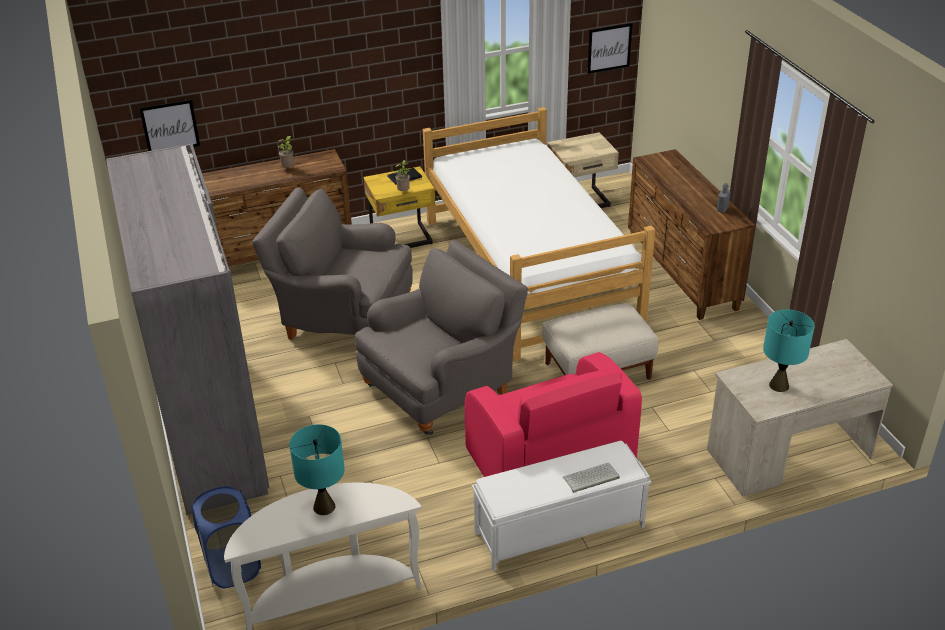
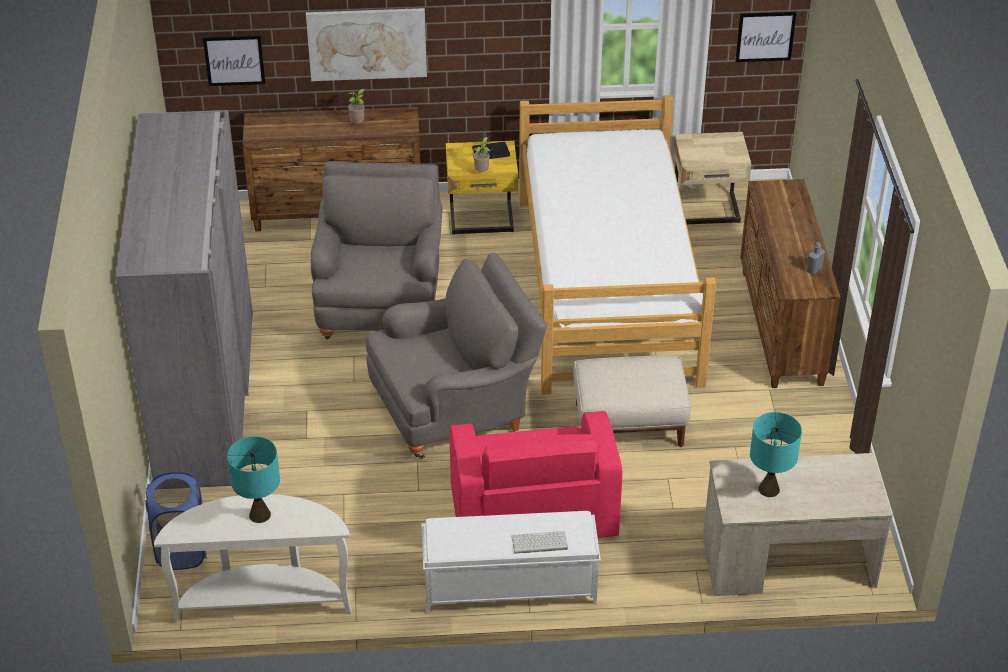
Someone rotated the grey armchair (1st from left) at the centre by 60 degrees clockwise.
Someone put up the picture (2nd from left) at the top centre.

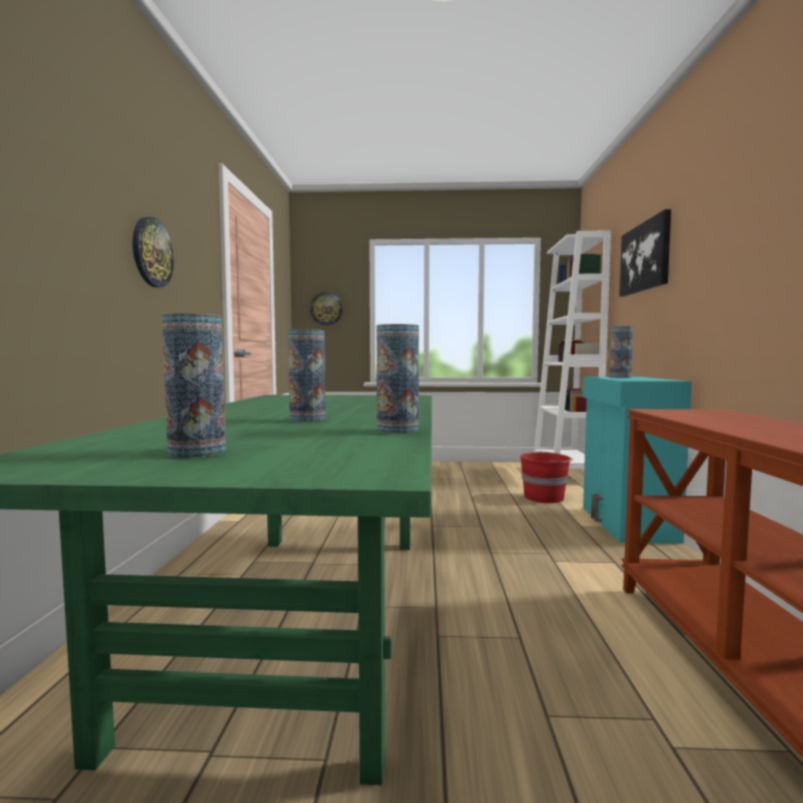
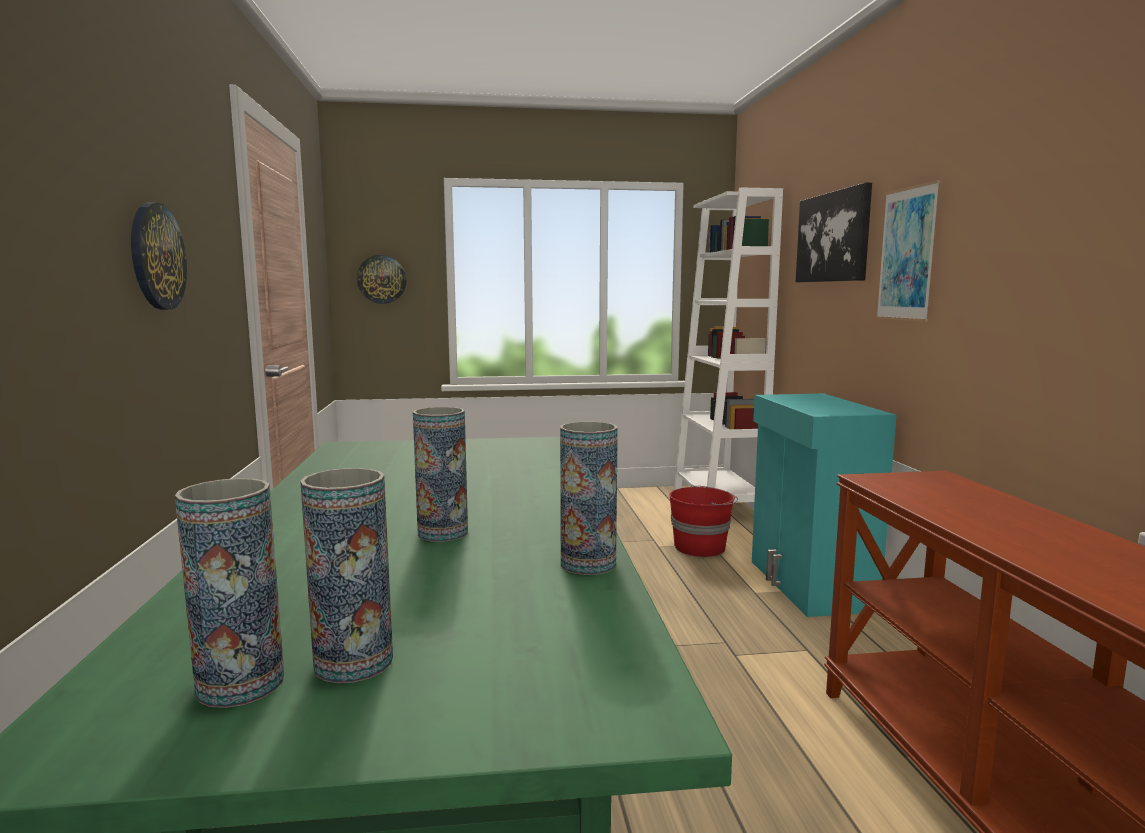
Someone carried the vase (4th from left in the first image) from the middle right to the bottom left.
Someone put up the picture (2nd from left) at the top right.

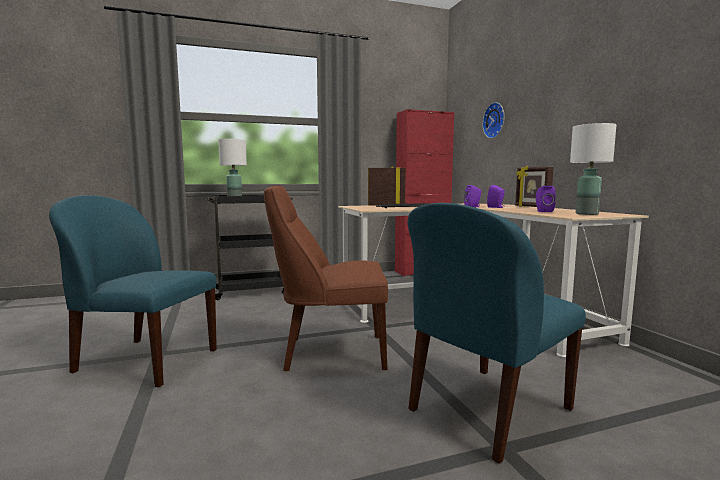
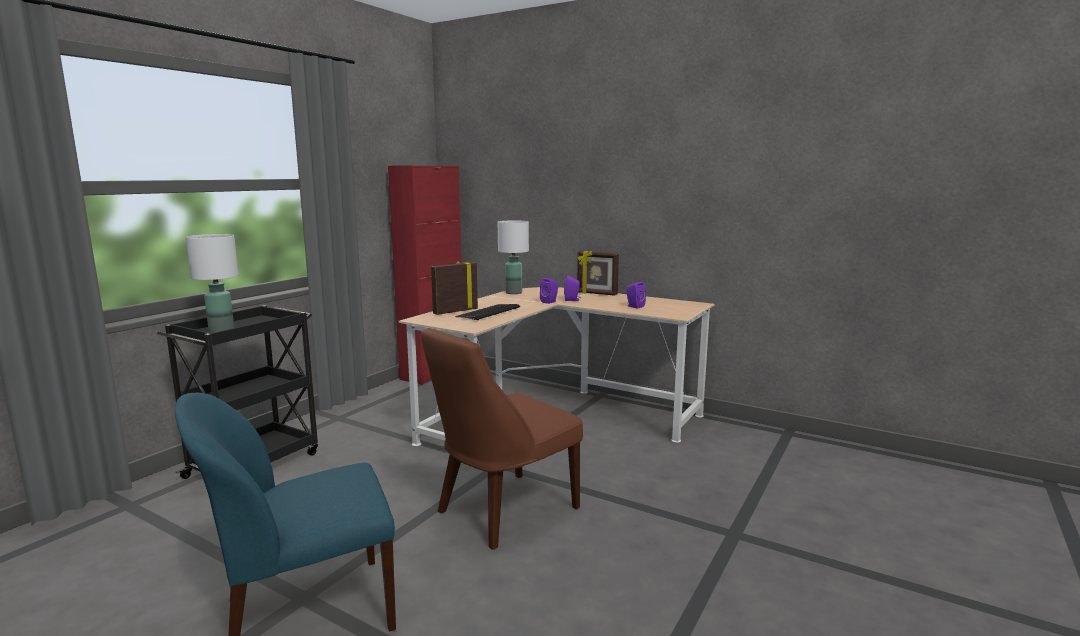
Someone took away the blue chair (2nd from left) at the bottom right.
Someone took away the wall clock at the top right.
Someone carried the white table lamp (2nd from left) from the middle right to the centre.

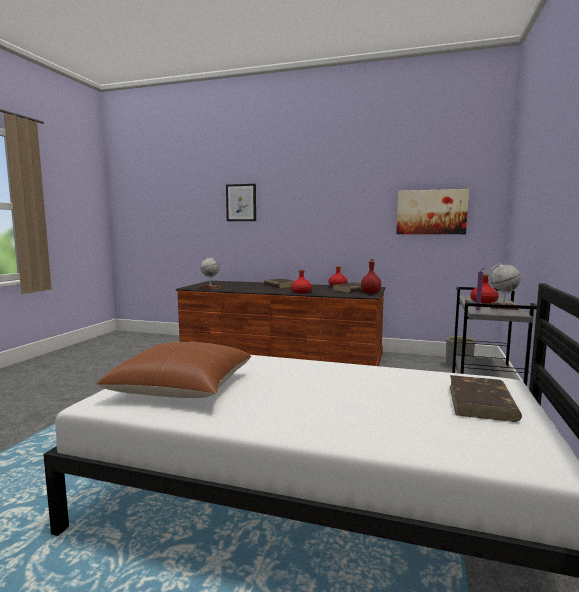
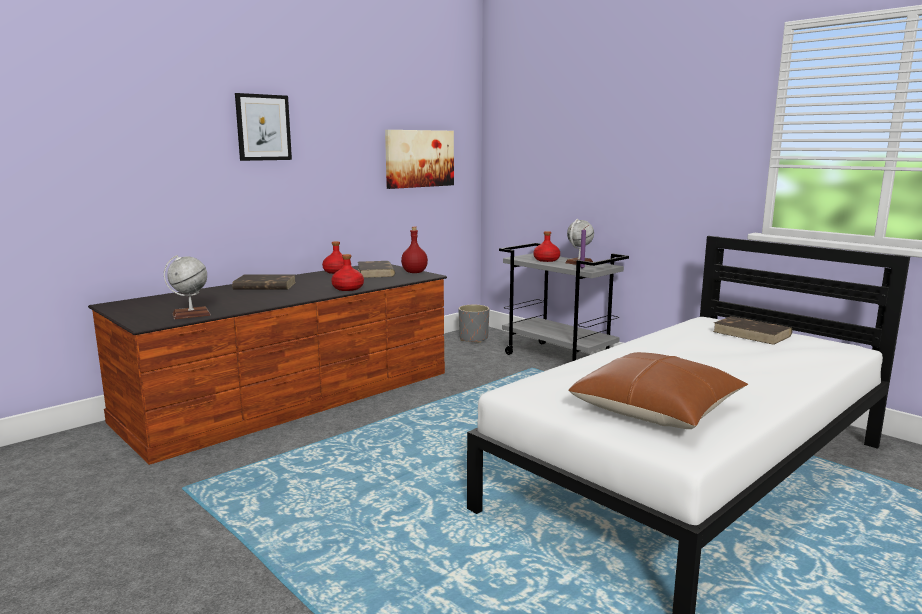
Someone carried the picture (1st from left) from the centre to the top left.

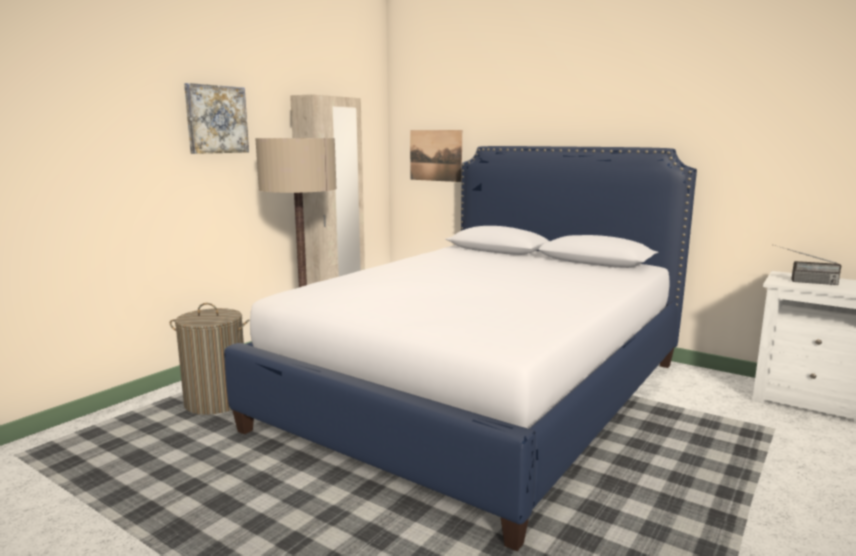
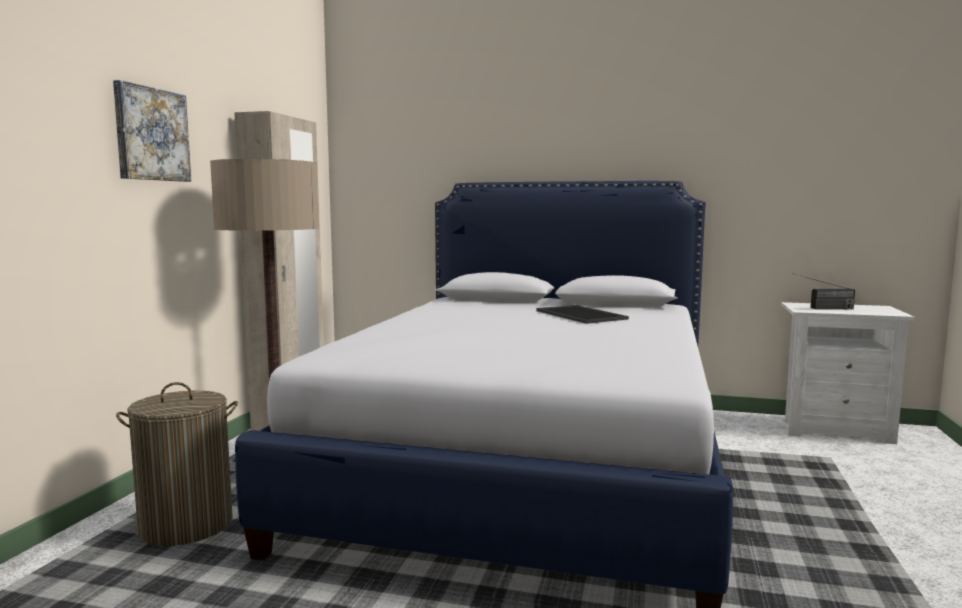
Someone took away the picture (2nd from left) at the top centre.
Someone put down the tray at the centre.

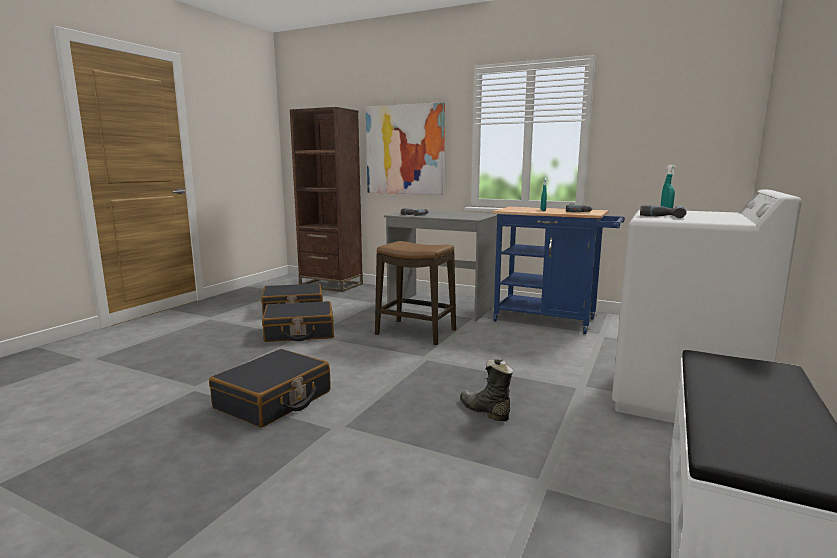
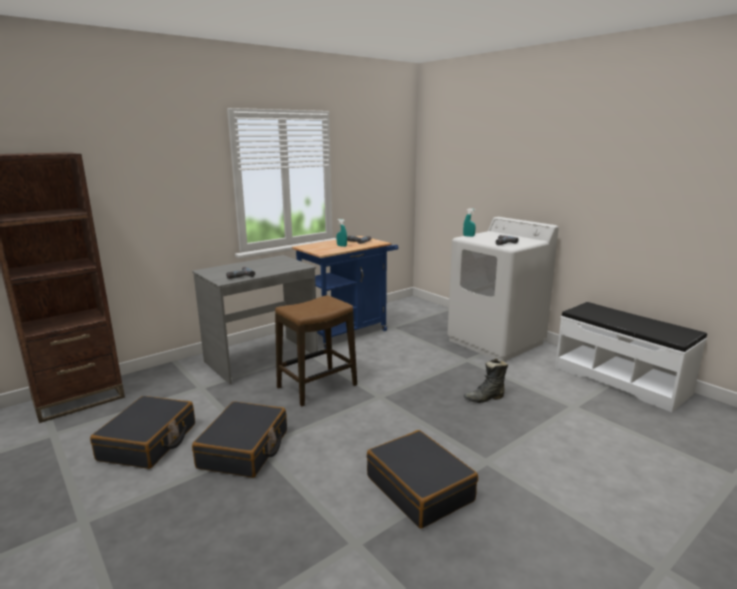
Someone took away the picture at the top centre.

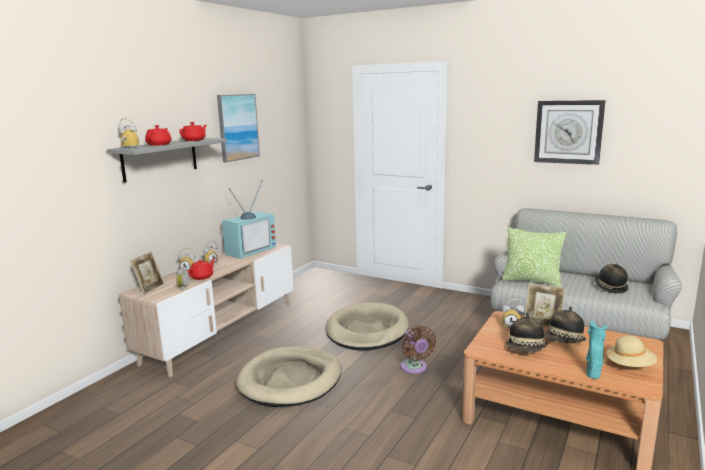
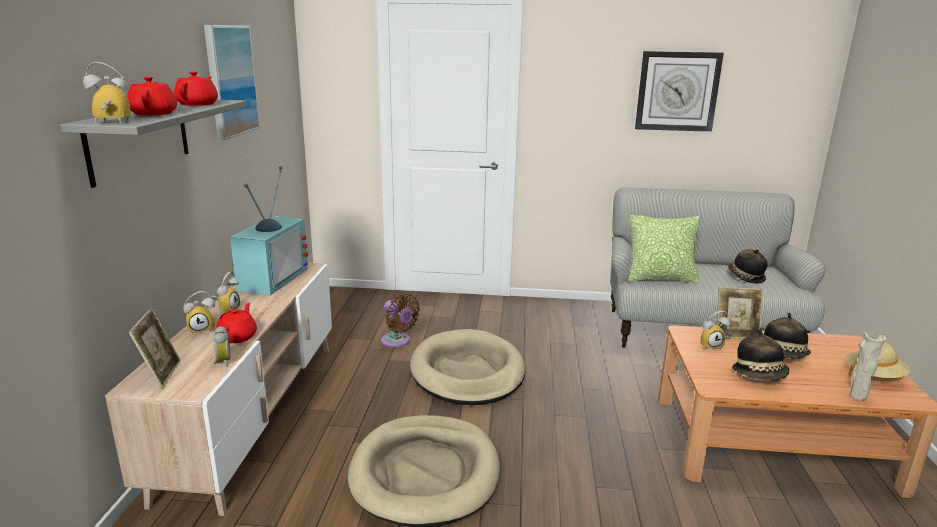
Someone carried the brown fan from the bottom centre to the centre.
Someone repainted the turquoise vase at the bottom right, which became the beige vase at the bottom right.

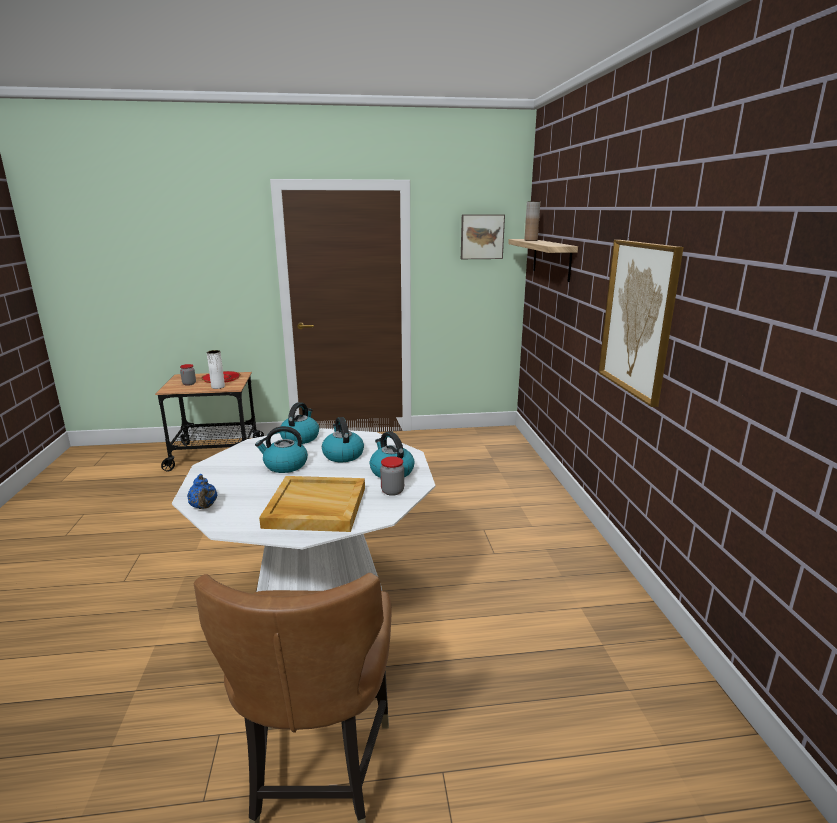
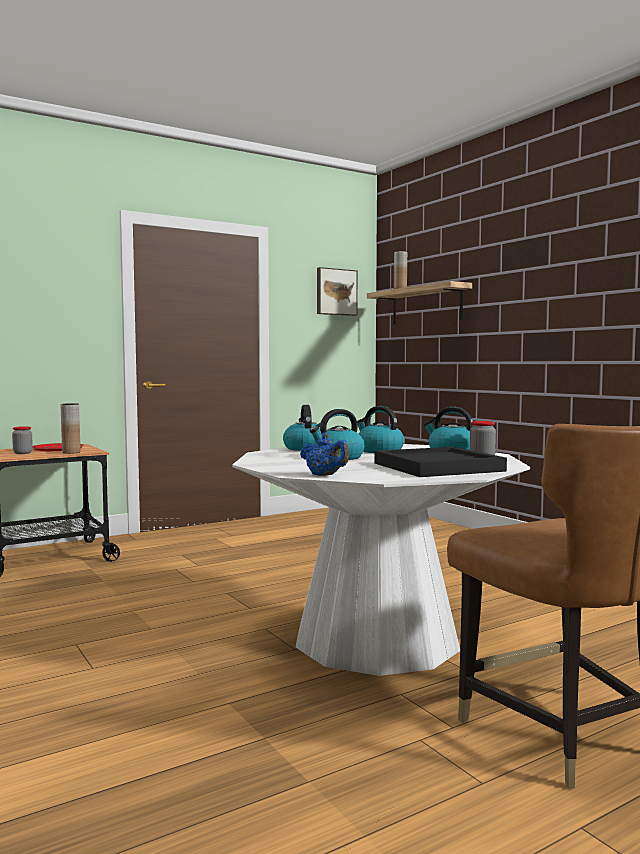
Someone repainted the white vase at the middle left, which became the brown vase (1st from left) at the middle left.
Someone repainted the beige tray at the centre, which became the black tray at the middle right.
Someone took away the picture (2nd from left) at the middle right.

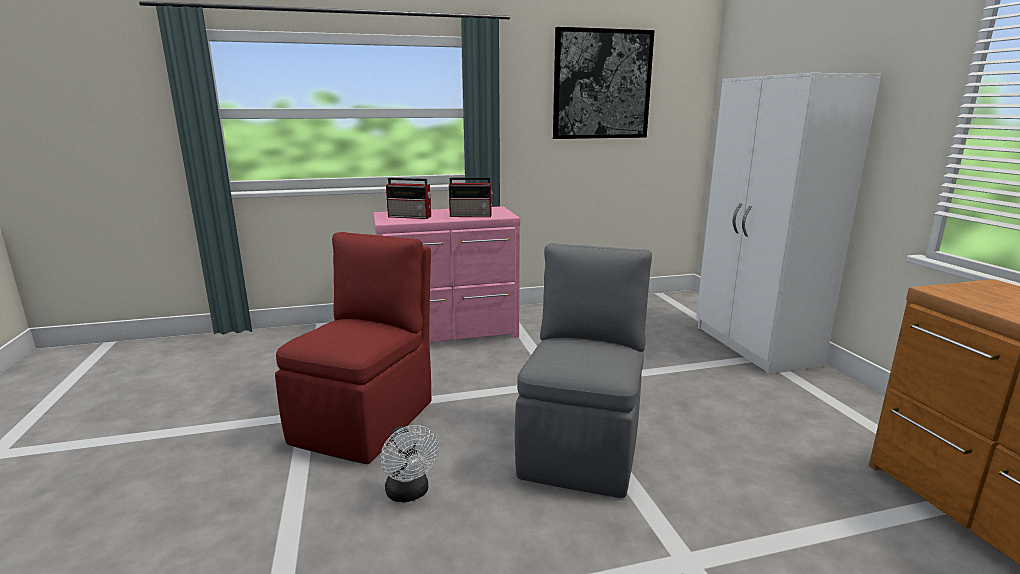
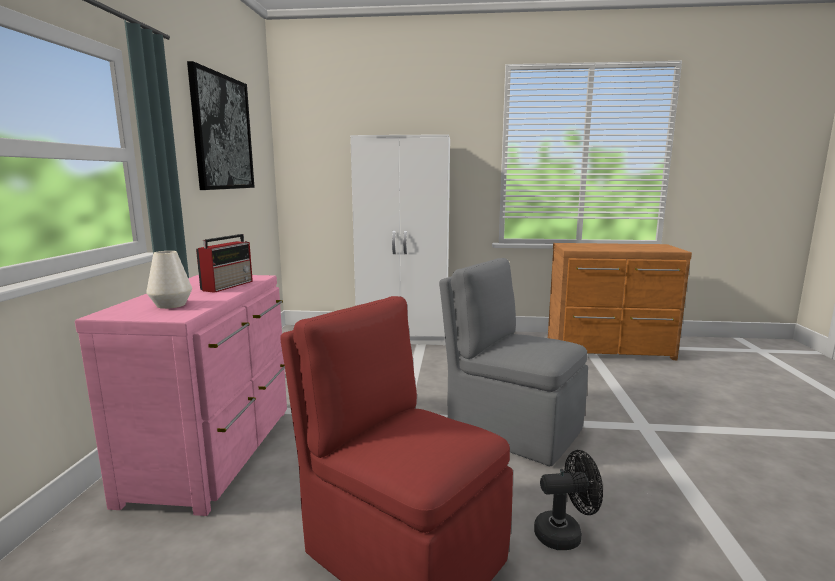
Someone repainted the white fan at the bottom centre, which became the black fan at the bottom right.
Someone swapped the radio (1st from left) at the centre for the white vase at the middle left.

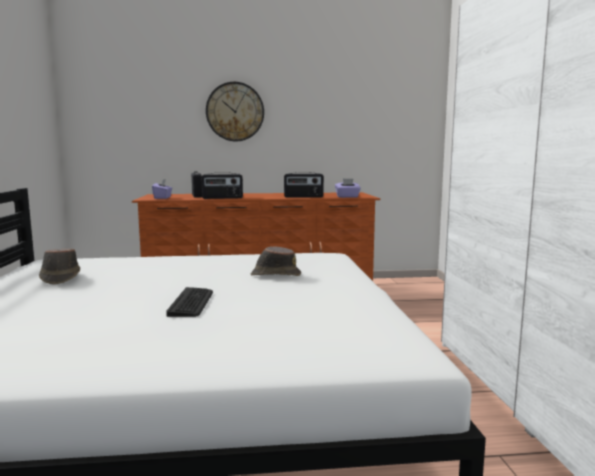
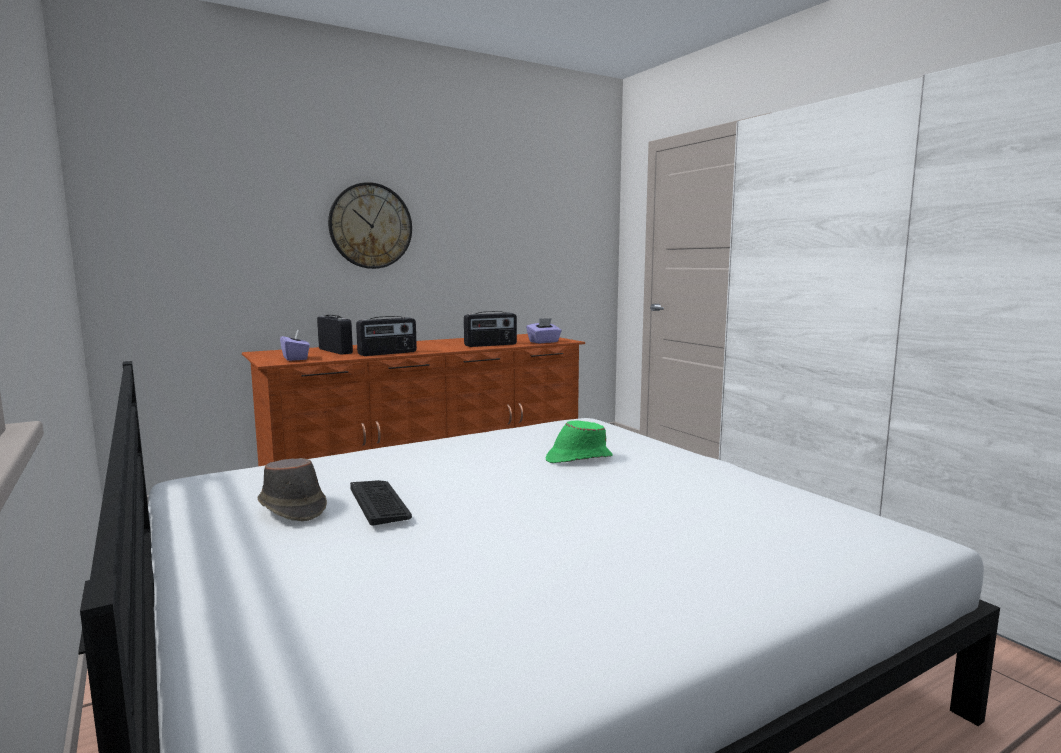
Someone carried the keyboard from the middle left to the bottom centre.
Someone repainted the brown hat (2nd from left) at the centre, which became the green hat at the centre.

